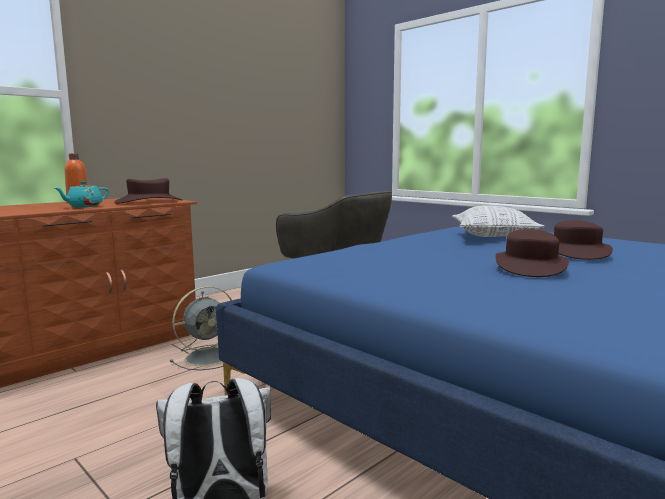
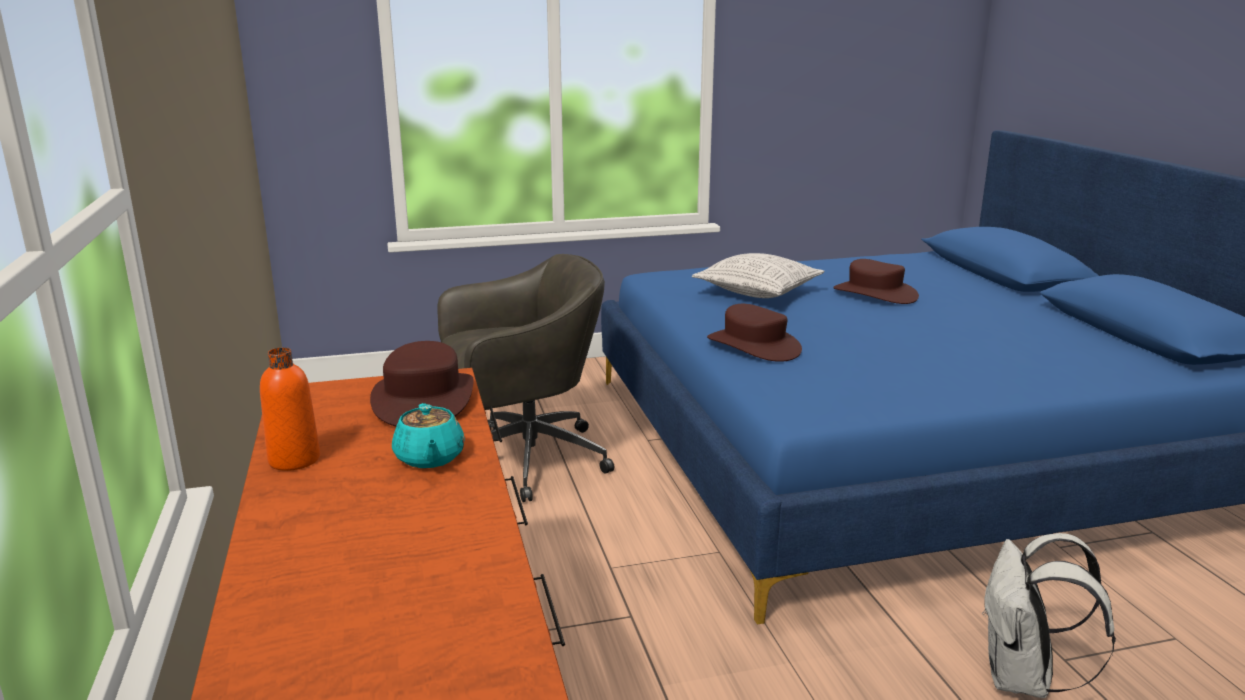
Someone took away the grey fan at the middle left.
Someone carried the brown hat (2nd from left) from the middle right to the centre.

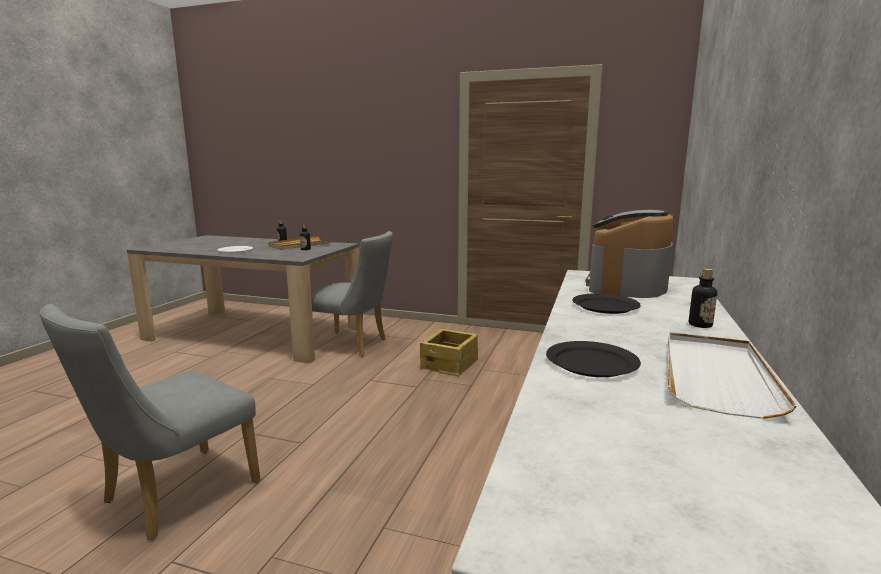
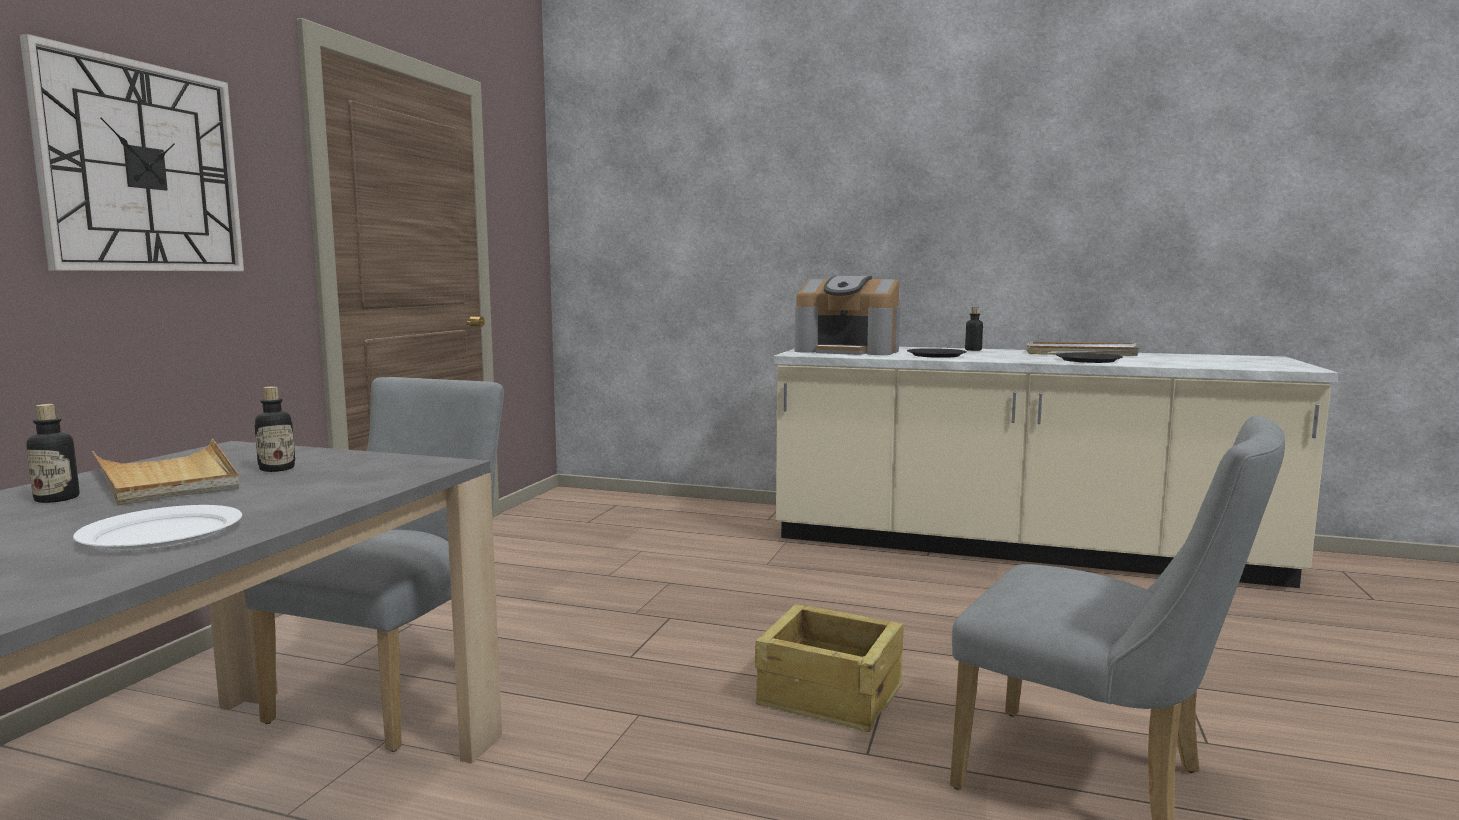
Someone carried the crate from the centre to the bottom centre.
Someone put up the wall clock at the top left.

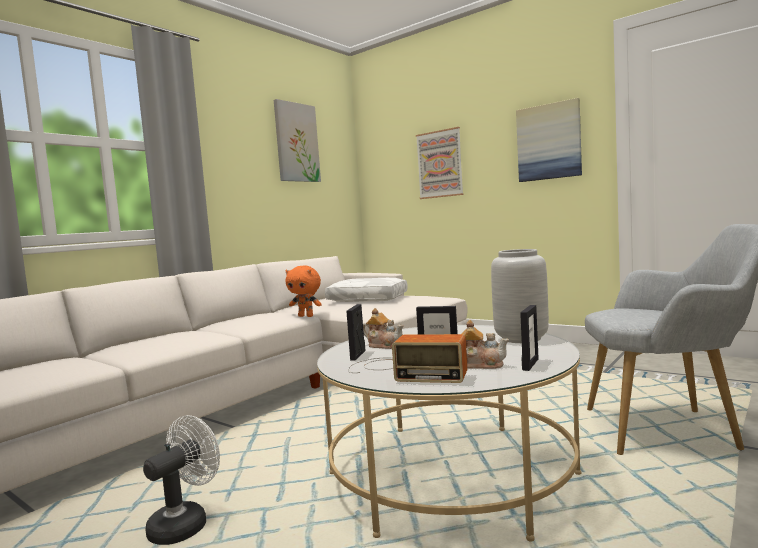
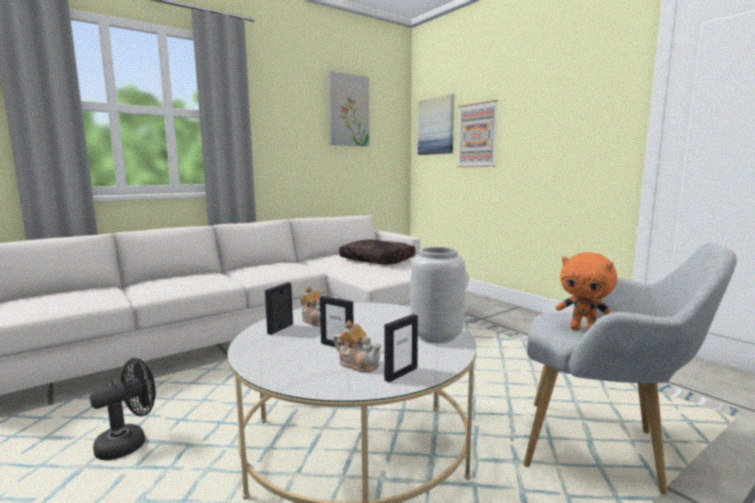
Someone repainted the white fan at the bottom left, which became the black fan at the bottom left.
Someone carried the orange plush toy from the centre to the middle right.
Someone repainted the white pillow at the centre, which became the brown pillow at the centre.
Someone took away the radio at the centre.
Someone carried the picture (3rd from left in the first image) from the top right to the top centre.

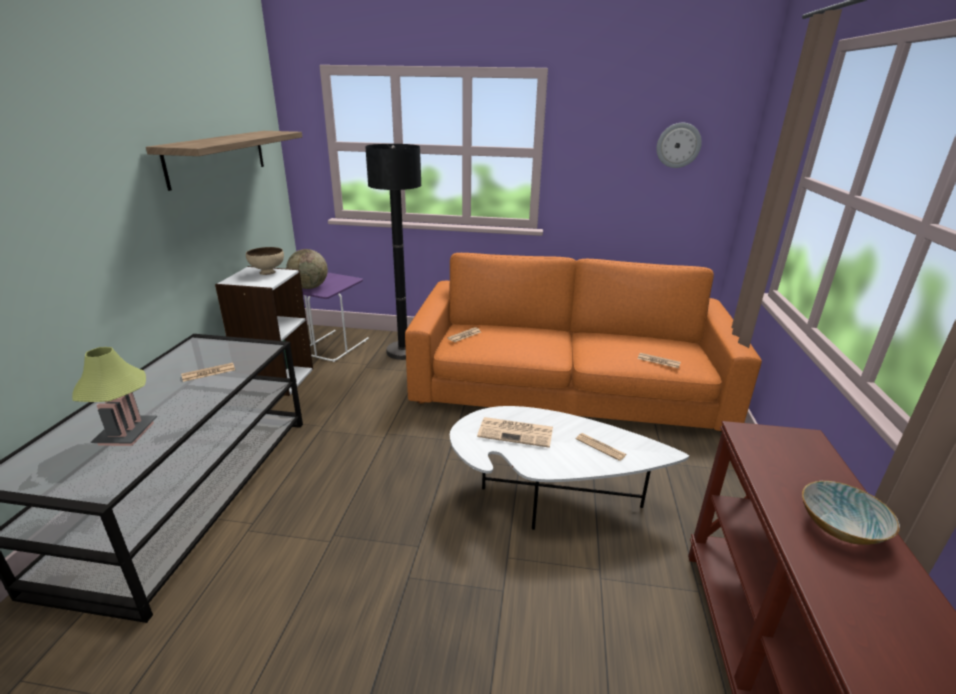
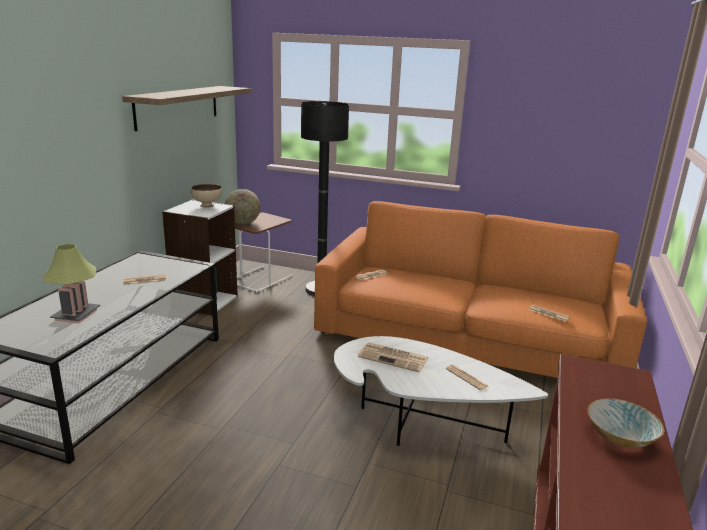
Someone repainted the purple side table at the centre, which became the brown side table at the centre.
Someone took away the wall clock at the top right.

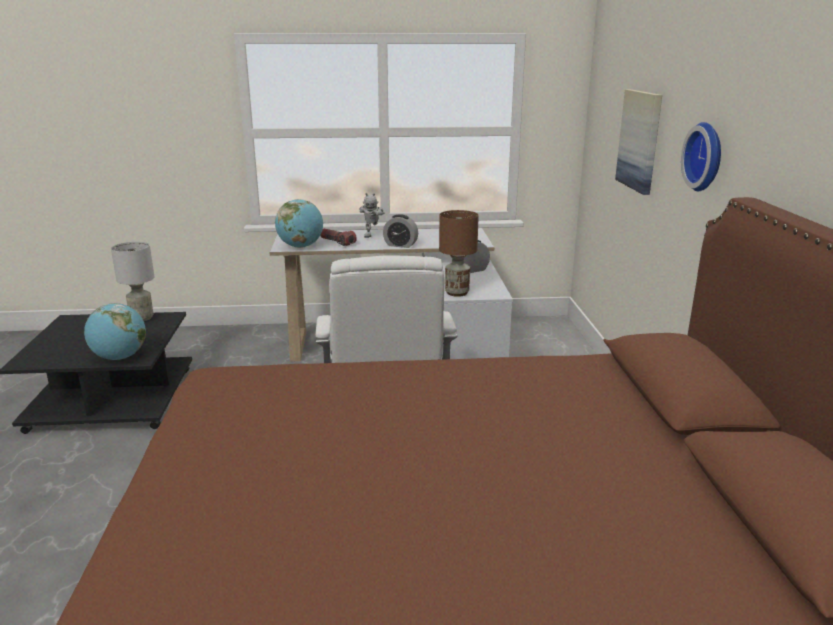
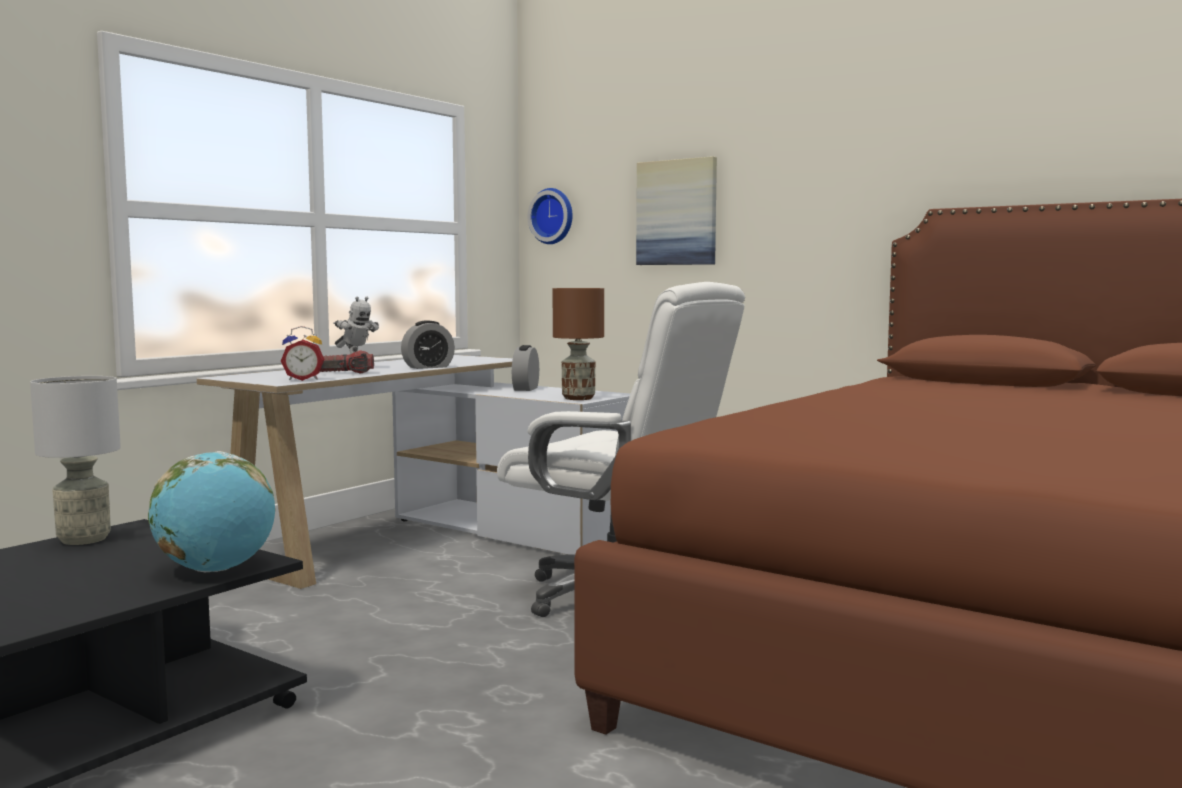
Someone swapped the globe (2nd from left) at the centre for the alarm clock (1st from left) at the middle left.
Someone carried the wall clock from the top right to the top centre.

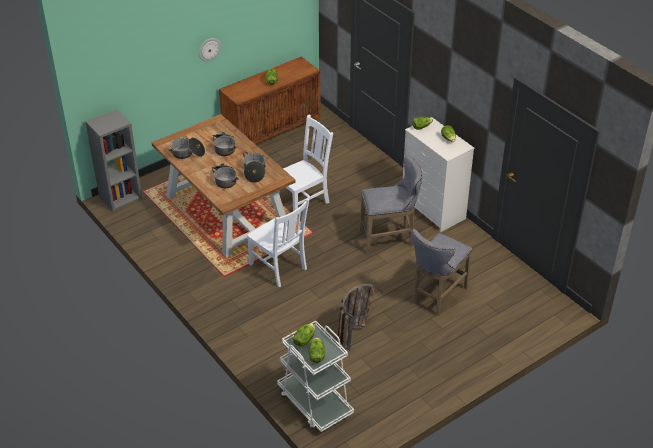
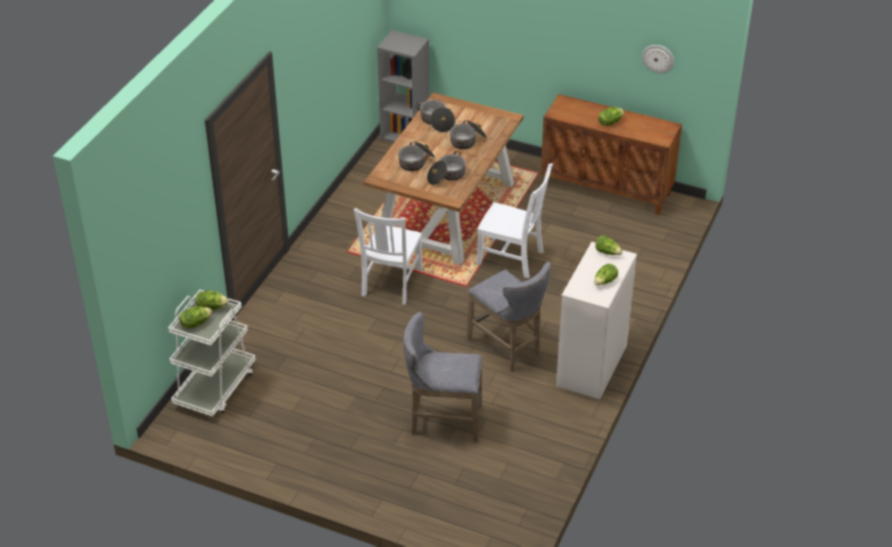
Someone carried the wall clock from the top left to the top right.
Someone took away the basket at the bottom centre.

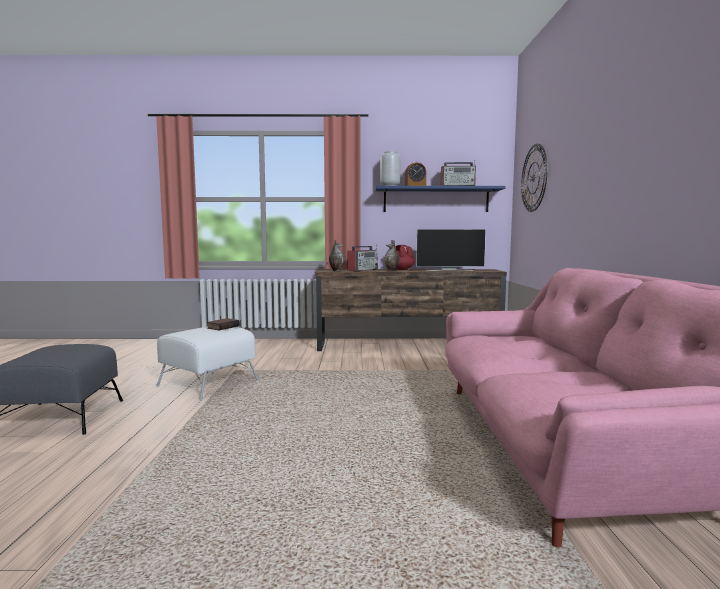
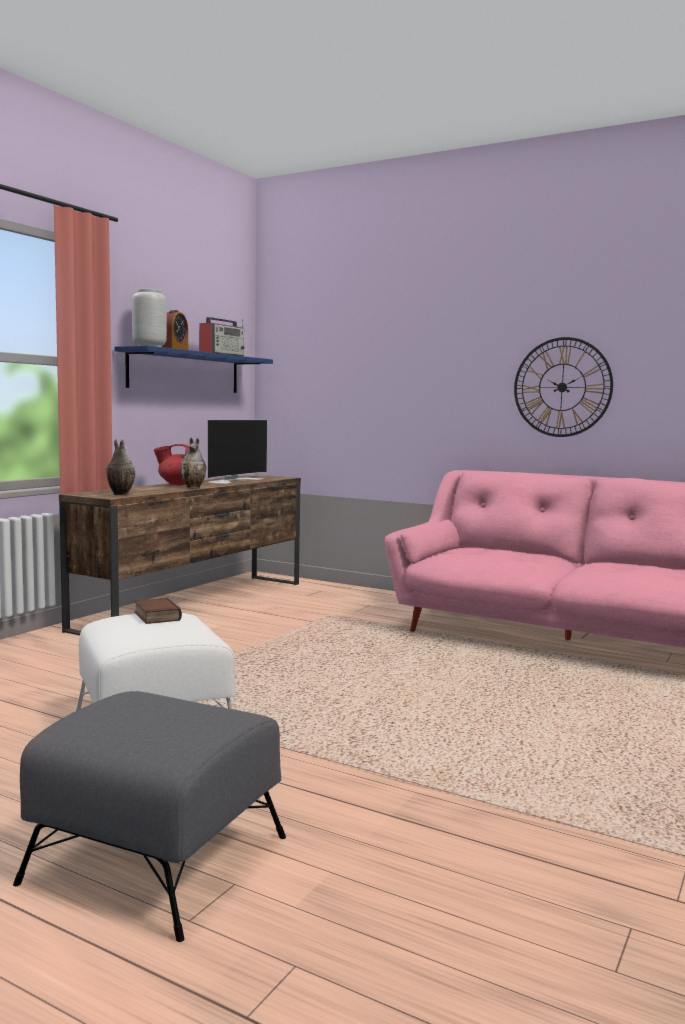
Someone took away the radio (1st from left) at the centre.
Someone carried the wall clock from the top right to the middle right.

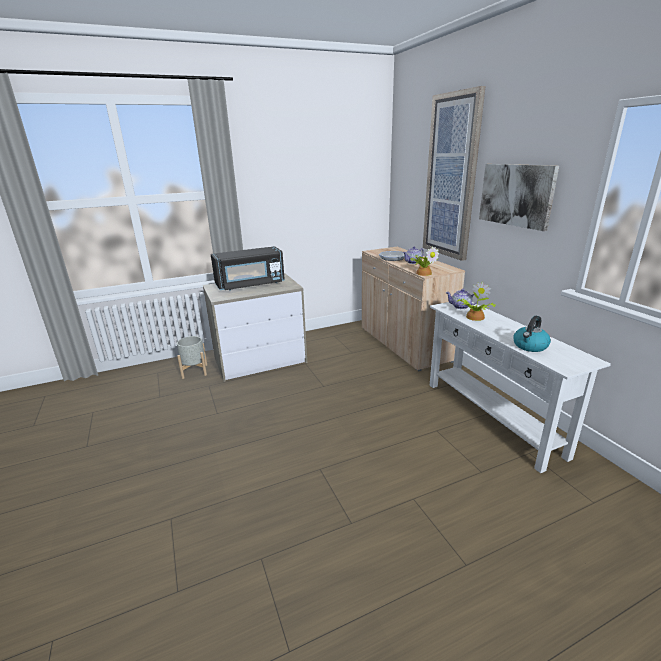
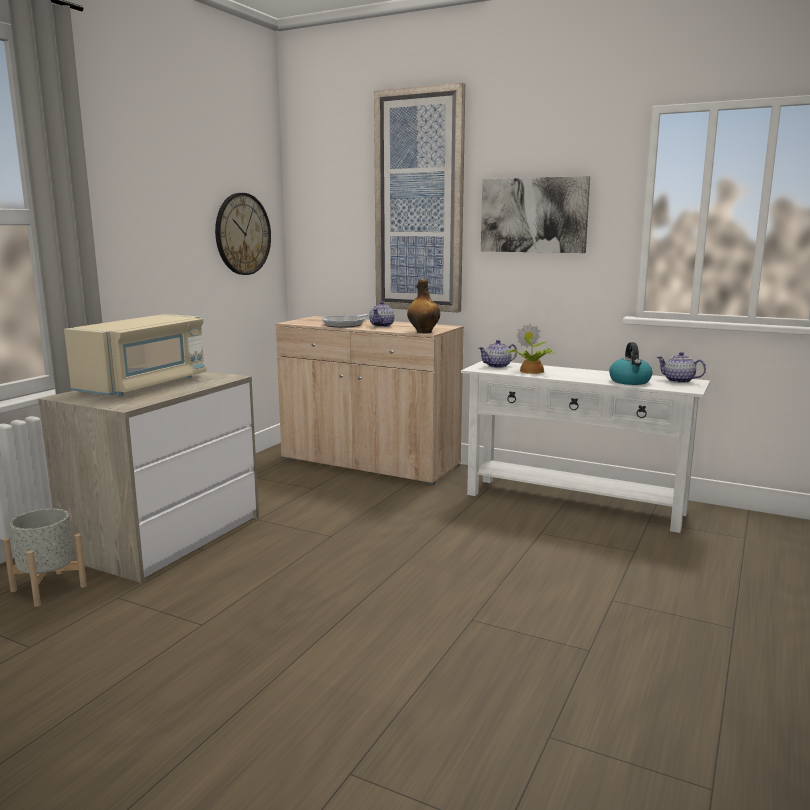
Someone repainted the black microwave at the centre, which became the beige microwave at the middle left.
Someone swapped the potted plant (1st from left) at the centre for the bottle at the centre.
Someone put up the wall clock at the top left.
Someone put down the teapot (3rd from left) at the middle right.

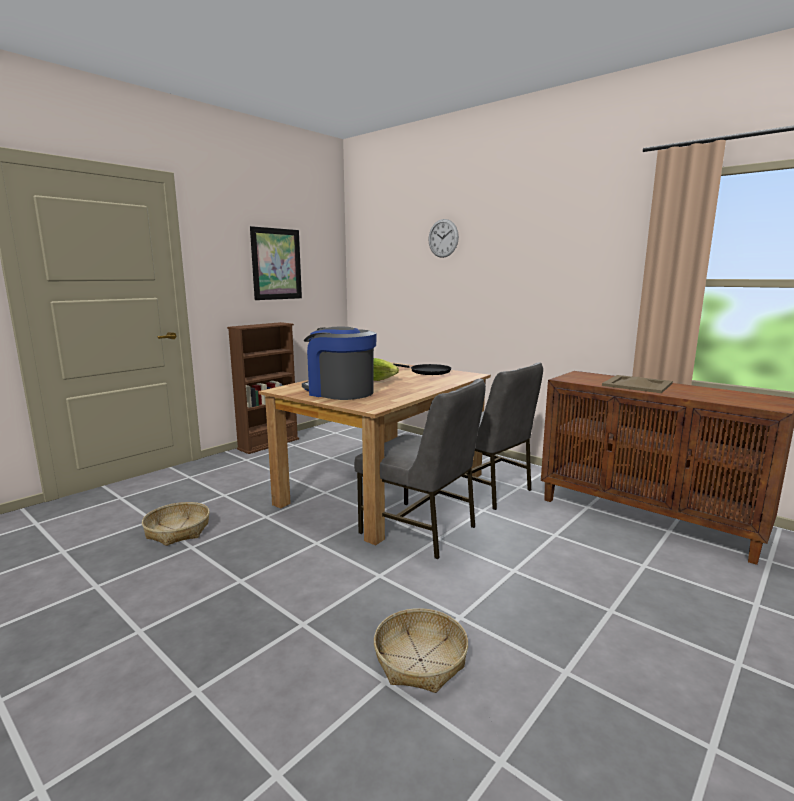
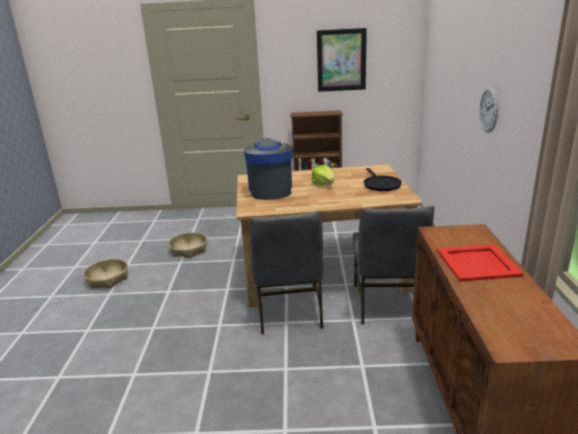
Someone carried the basket (2nd from left in the first image) from the bottom centre to the middle left.
Someone carried the wall clock from the top centre to the top right.
Someone repainted the beige tray at the middle right, which became the red tray at the middle right.

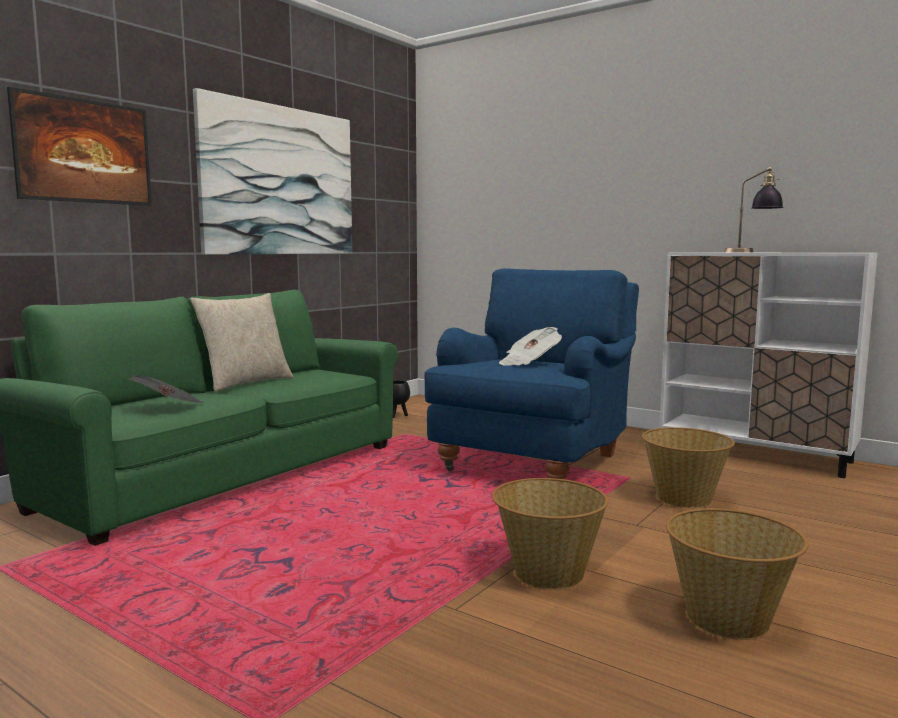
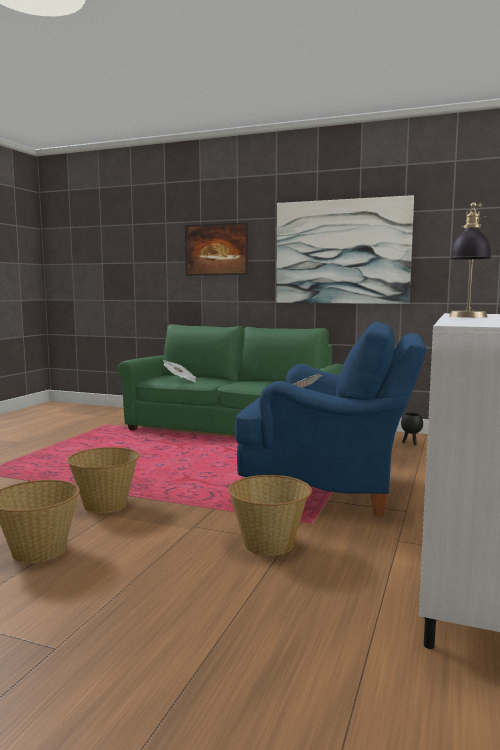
Someone took away the beige pillow at the middle left.

